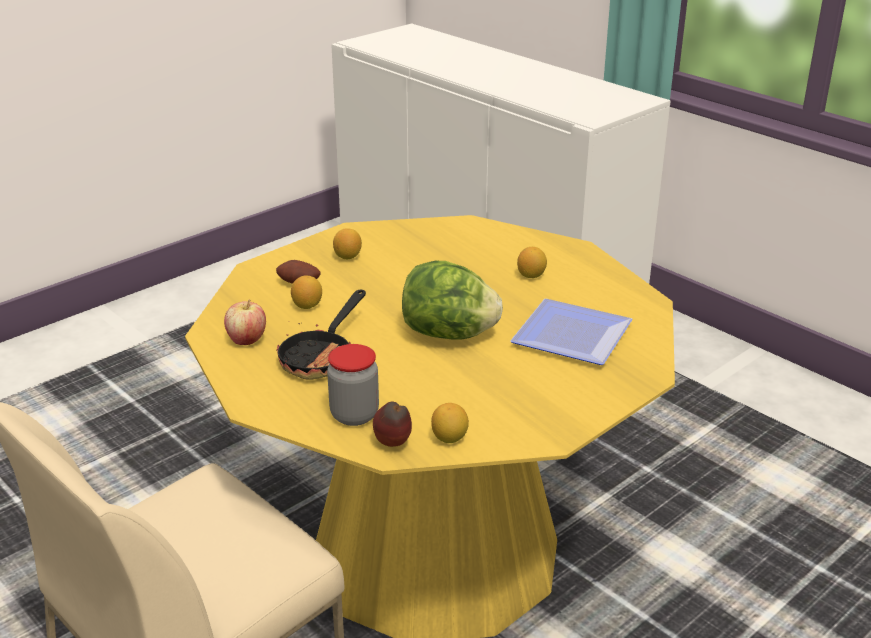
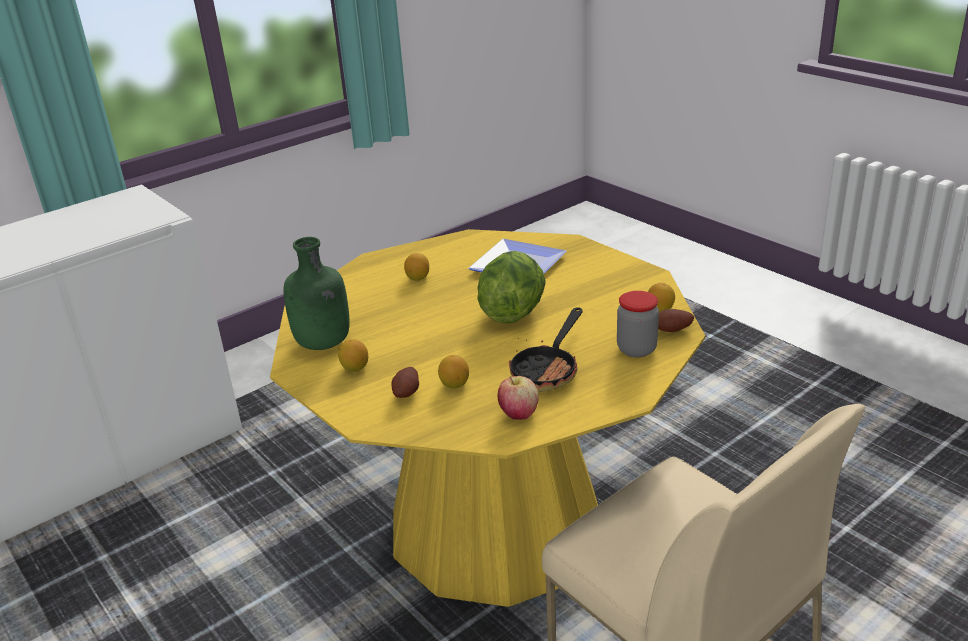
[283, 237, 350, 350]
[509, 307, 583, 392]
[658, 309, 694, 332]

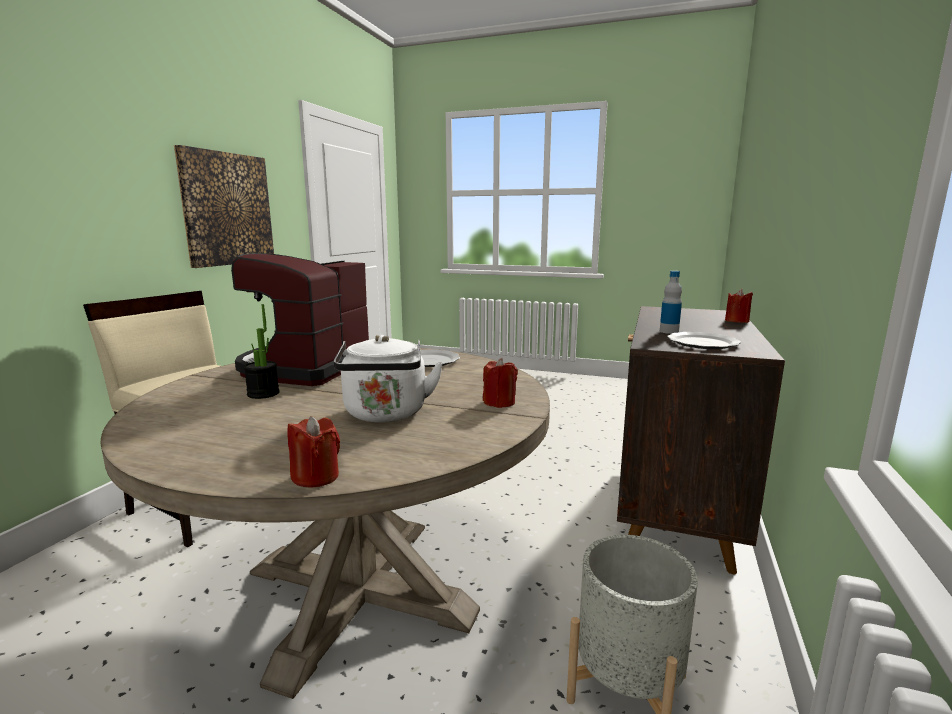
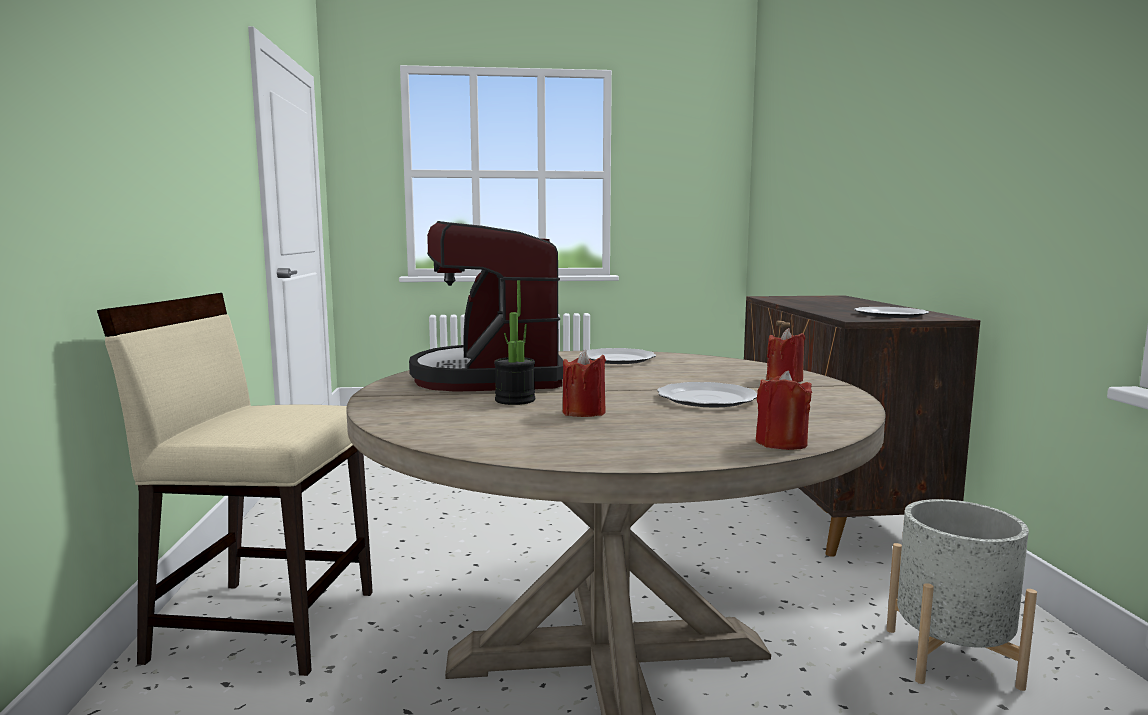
[563, 350, 606, 417]
[657, 382, 757, 408]
[174, 145, 274, 268] (first image)
[660, 271, 682, 334] (first image)

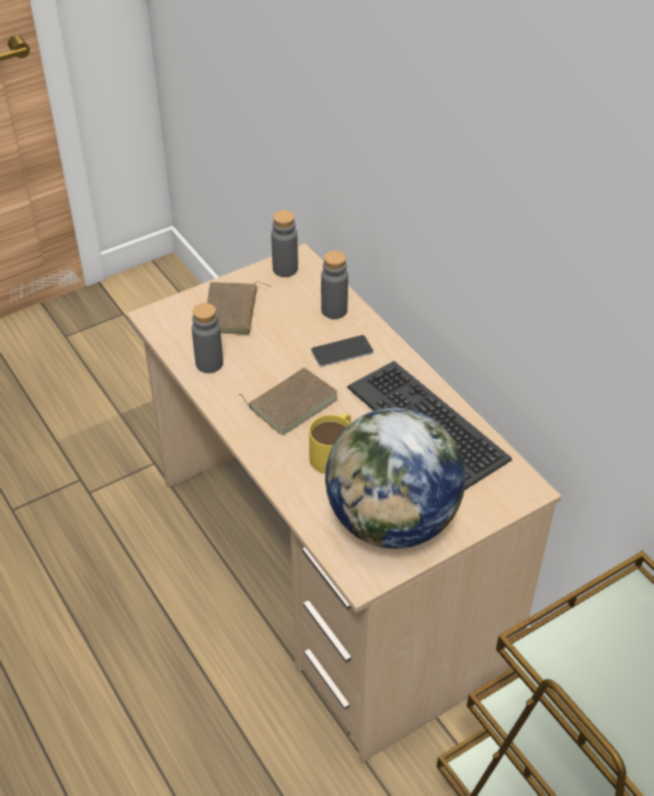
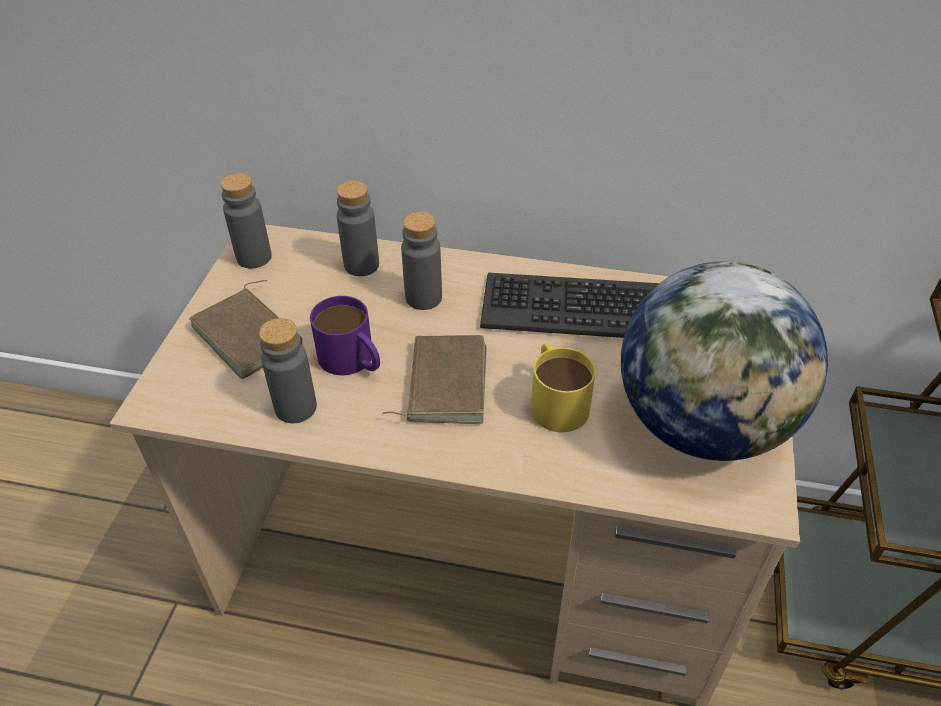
[310, 296, 380, 375]
[401, 212, 442, 310]

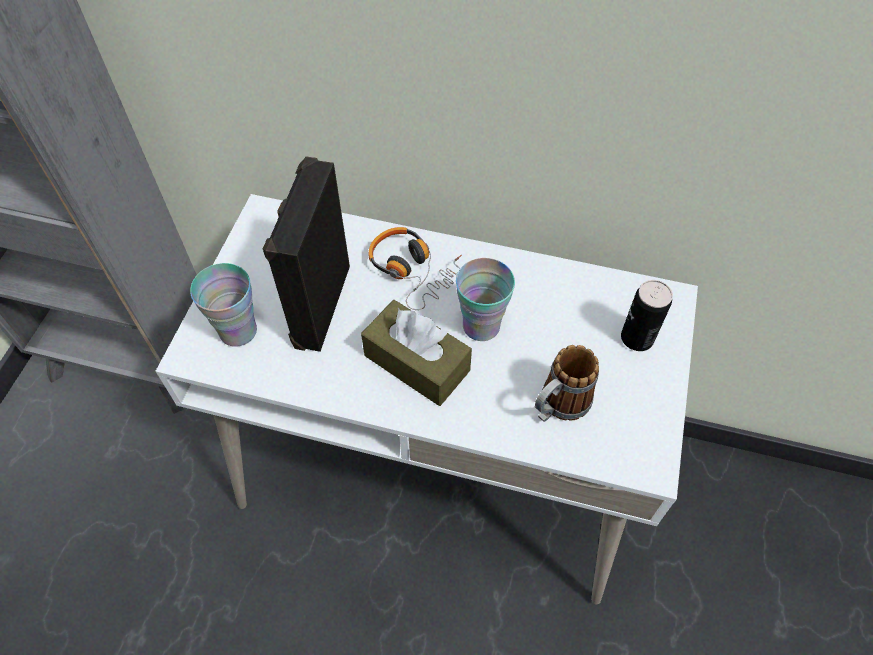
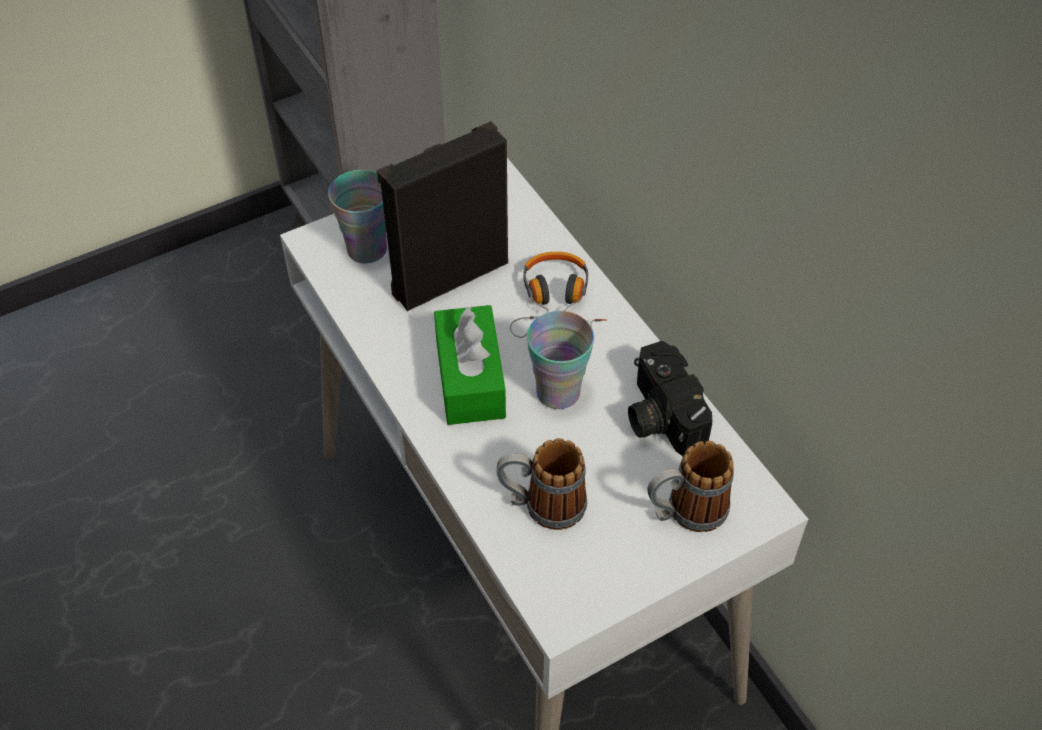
[434, 305, 506, 425]
[628, 341, 712, 456]
[647, 441, 734, 532]

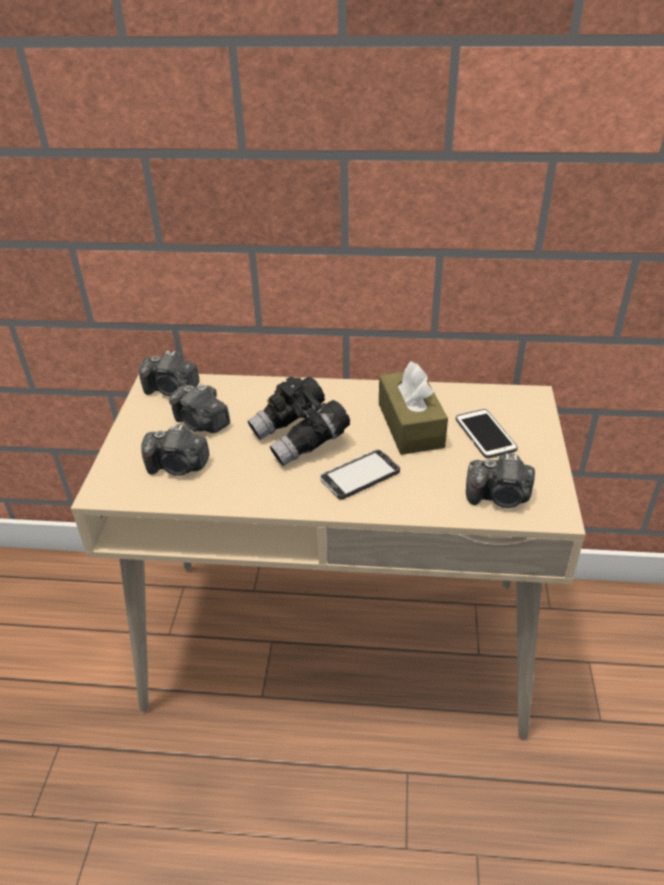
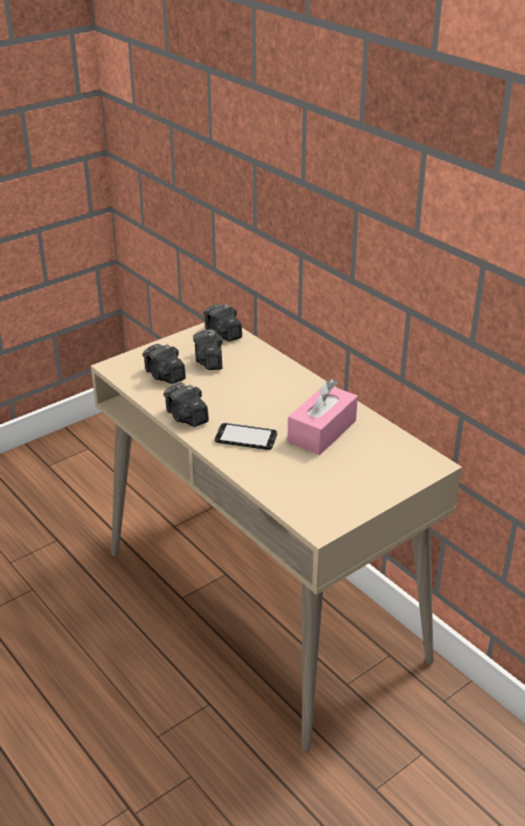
[164, 383, 209, 427]
[287, 379, 358, 455]
[247, 377, 350, 466] (first image)
[456, 409, 518, 458] (first image)

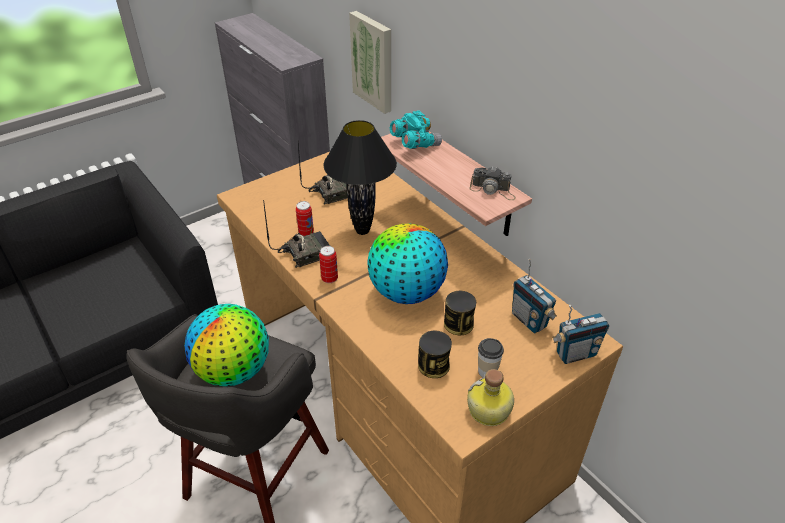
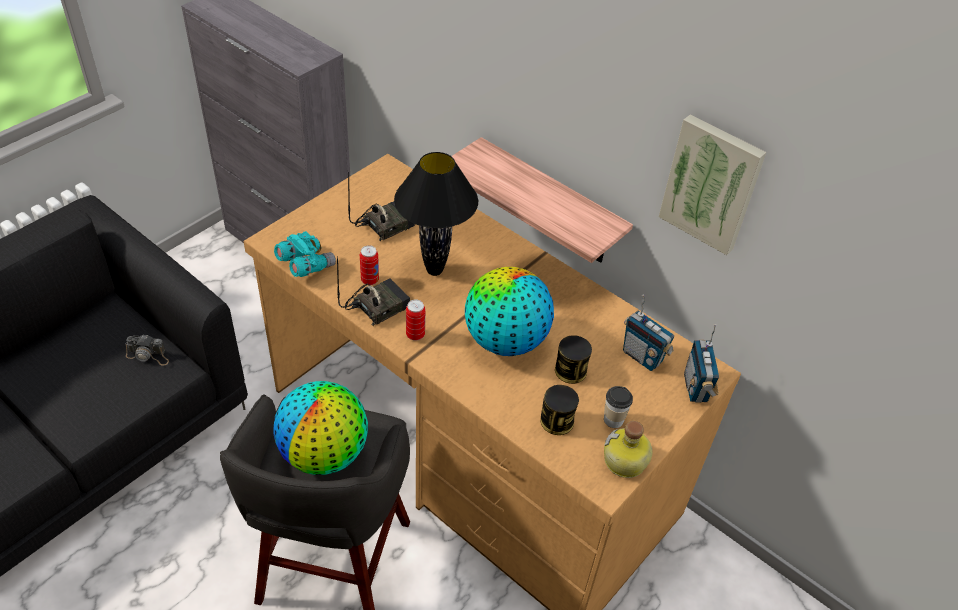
[126, 334, 169, 366]
[274, 231, 336, 277]
[659, 114, 766, 255]
[684, 324, 719, 403]

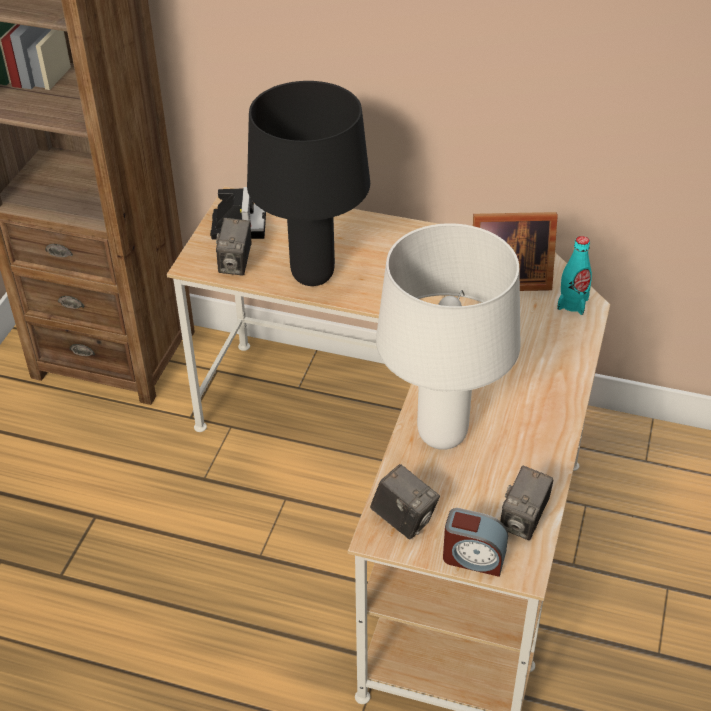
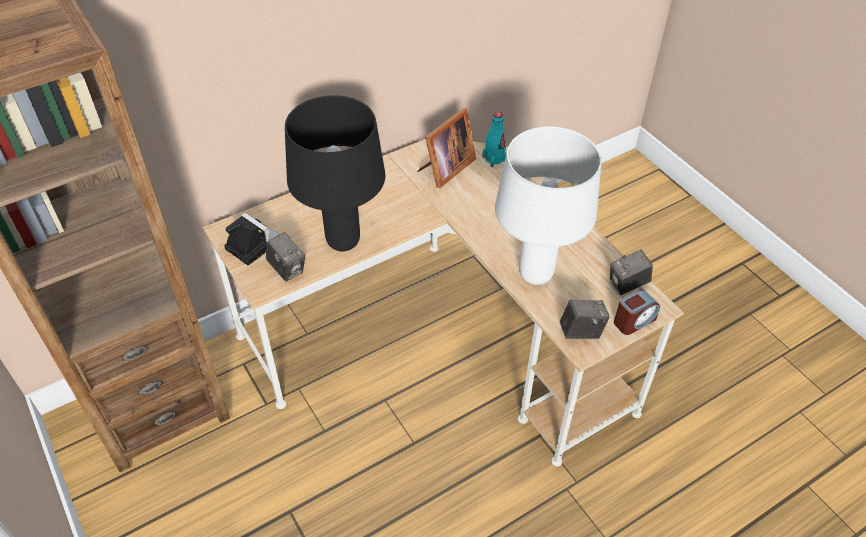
[610, 250, 653, 295]

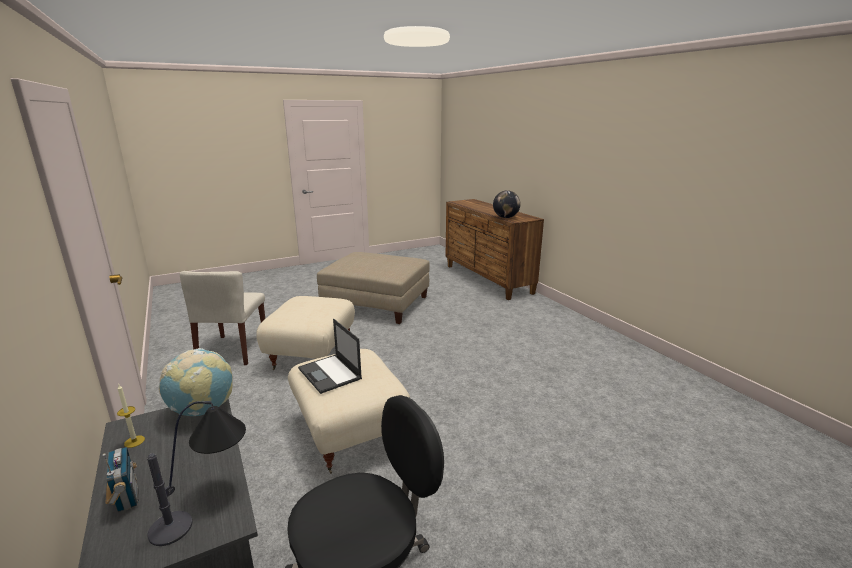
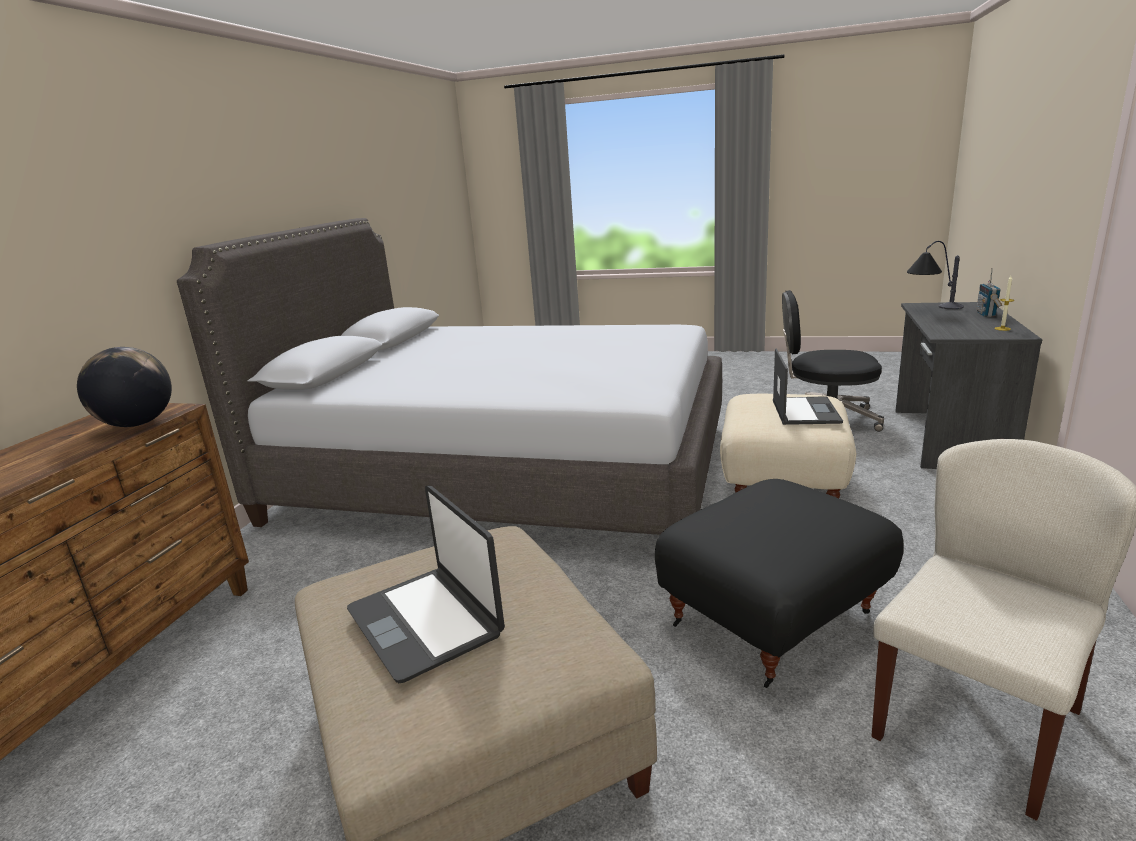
[177, 218, 722, 535]
[347, 486, 505, 683]
[655, 479, 904, 688]
[159, 348, 233, 416] (first image)

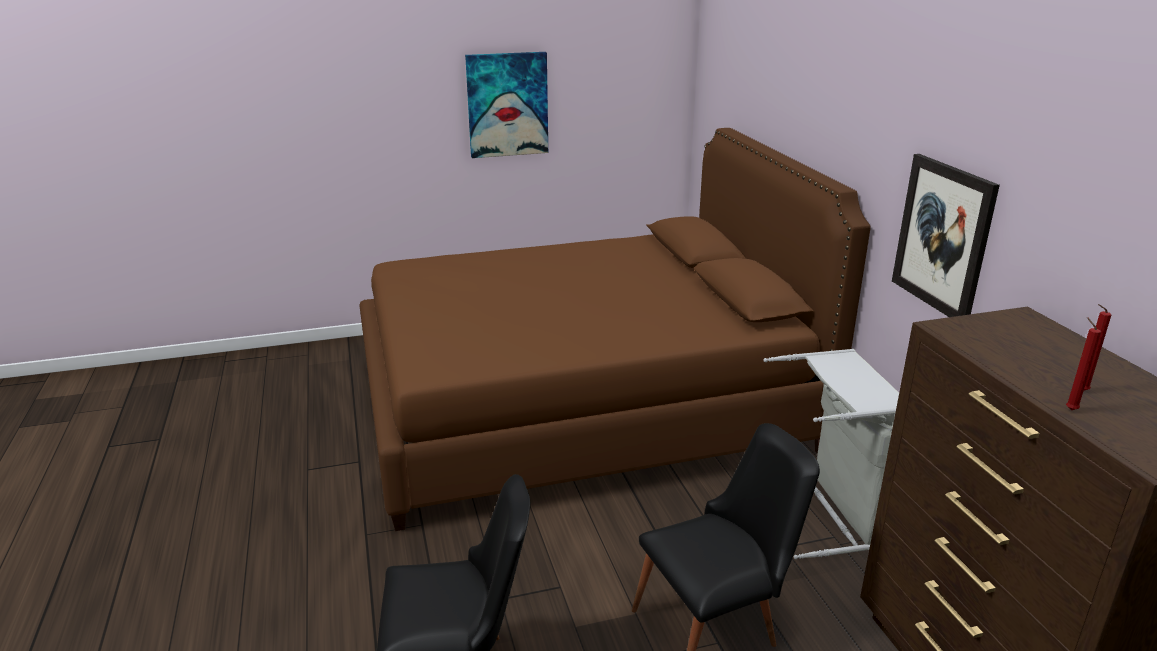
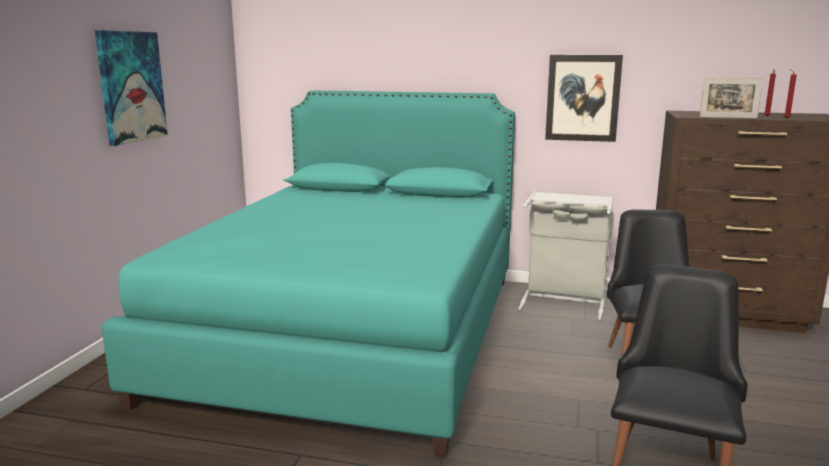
[102, 90, 515, 458]
[699, 78, 763, 118]

